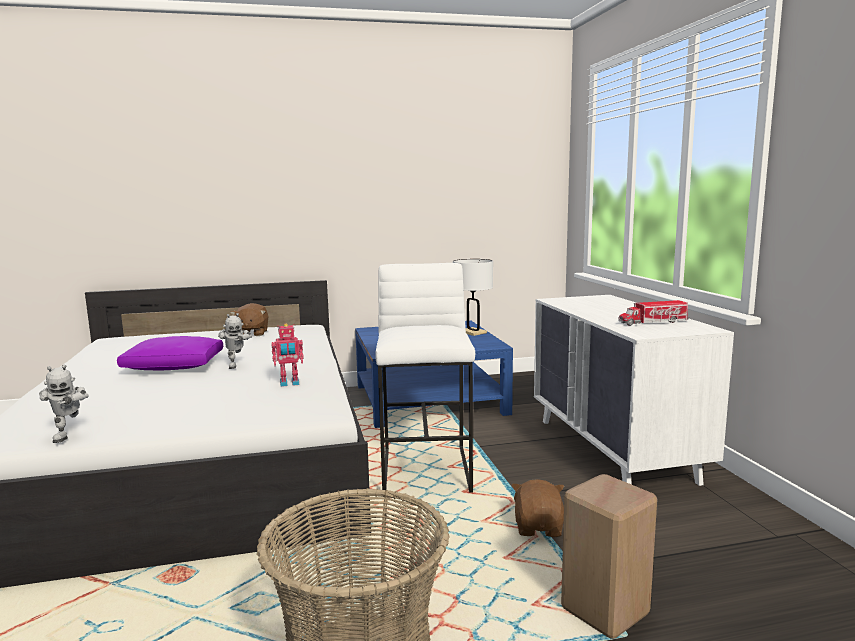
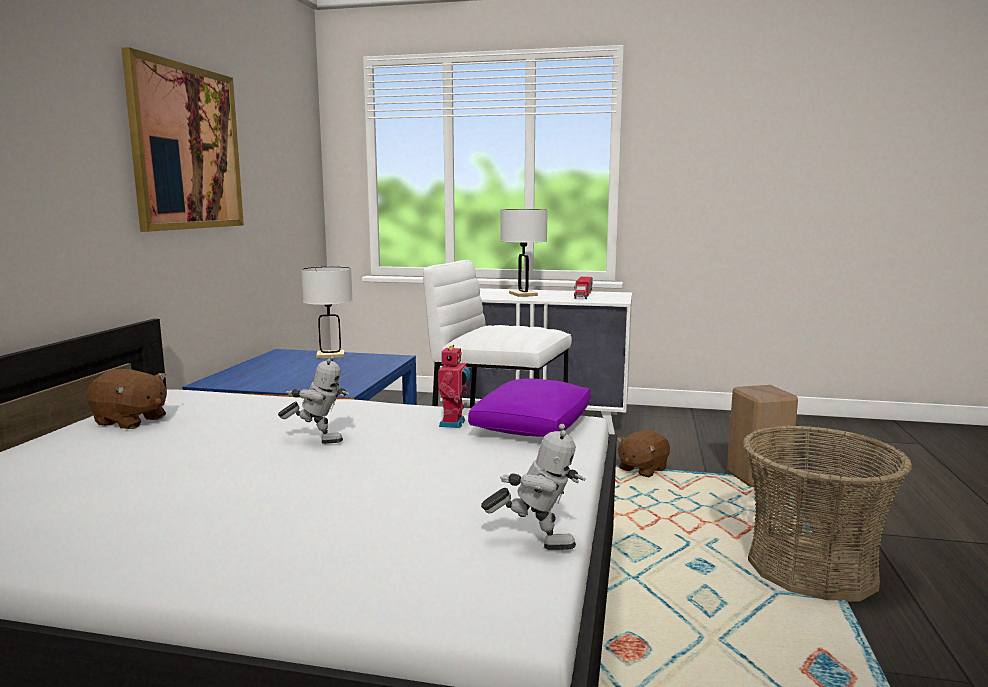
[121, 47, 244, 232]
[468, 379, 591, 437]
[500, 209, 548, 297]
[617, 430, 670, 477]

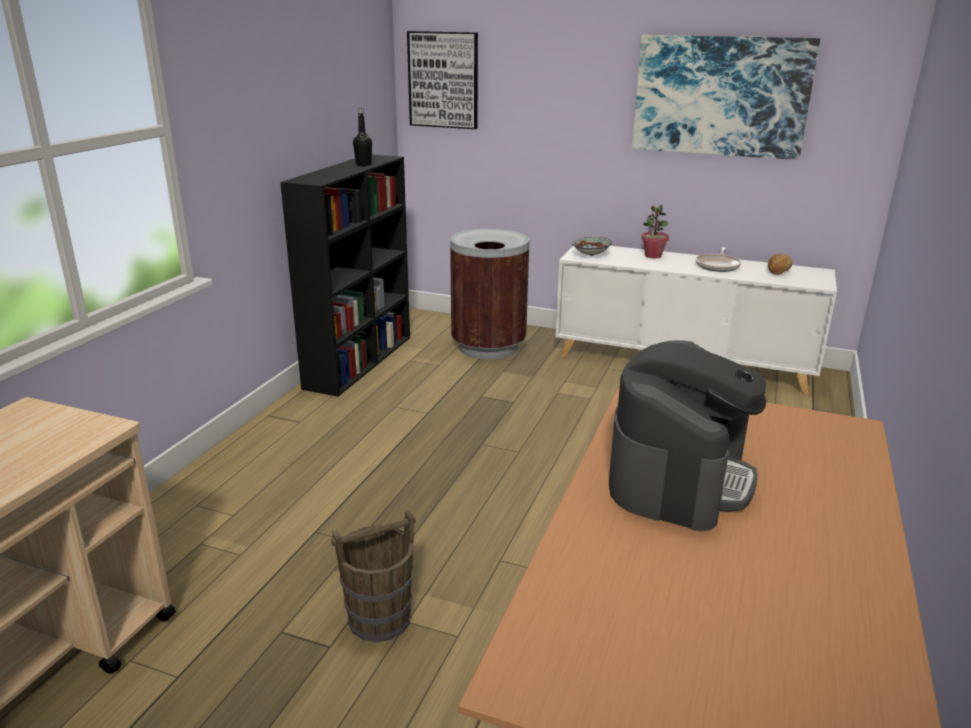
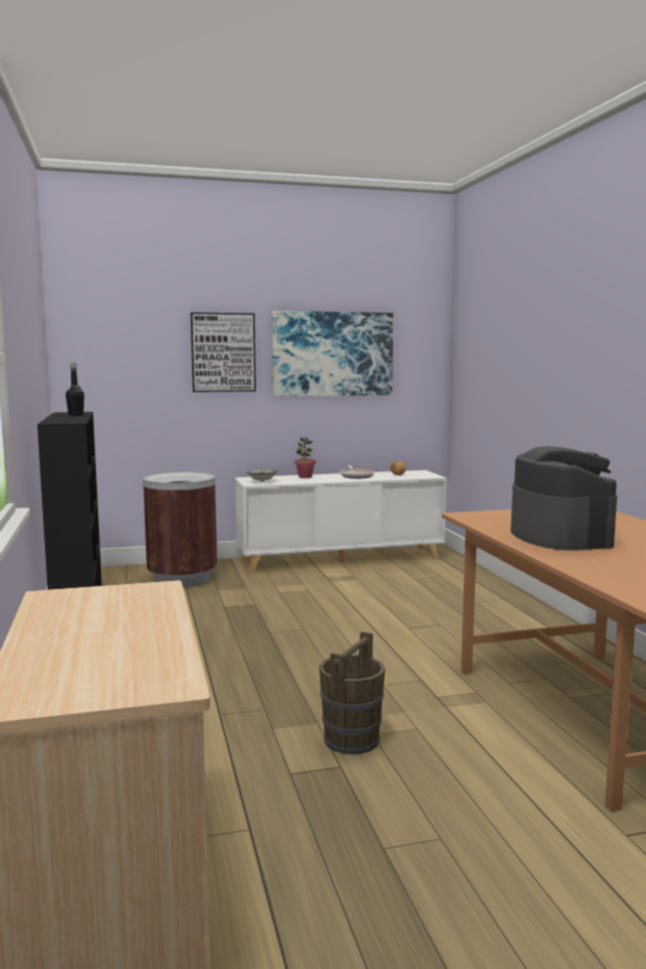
[191, 312, 256, 392]

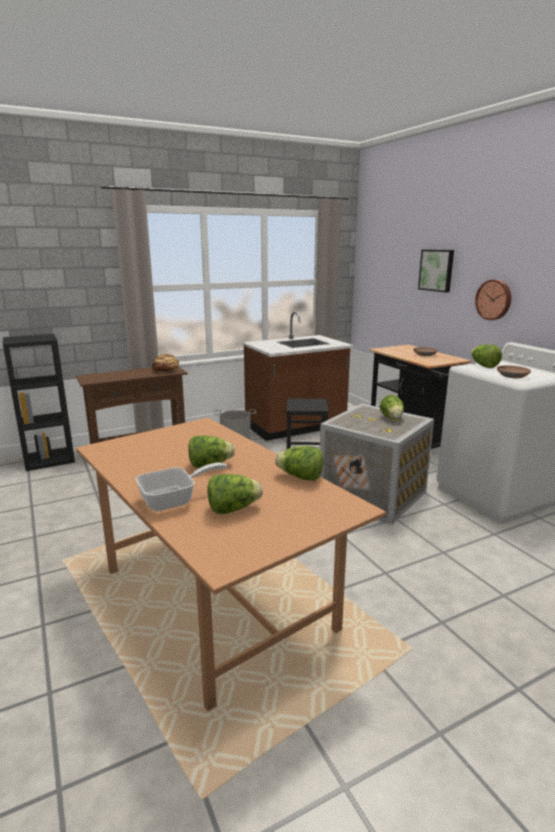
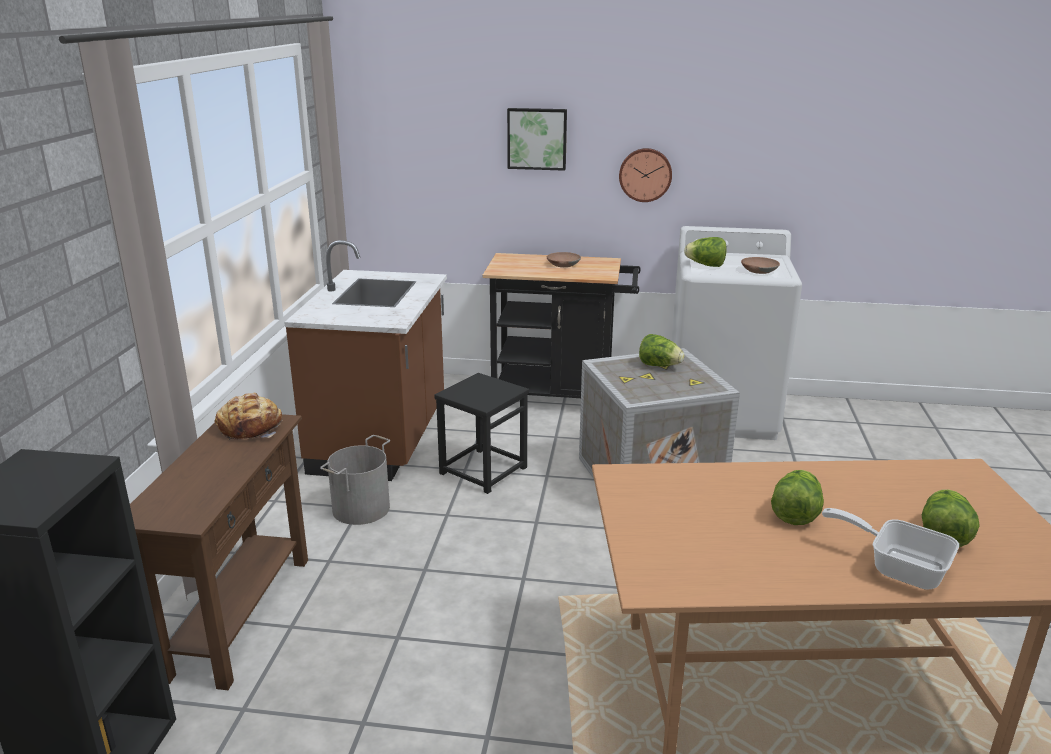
[822, 508, 959, 589]
[275, 446, 323, 481] (first image)

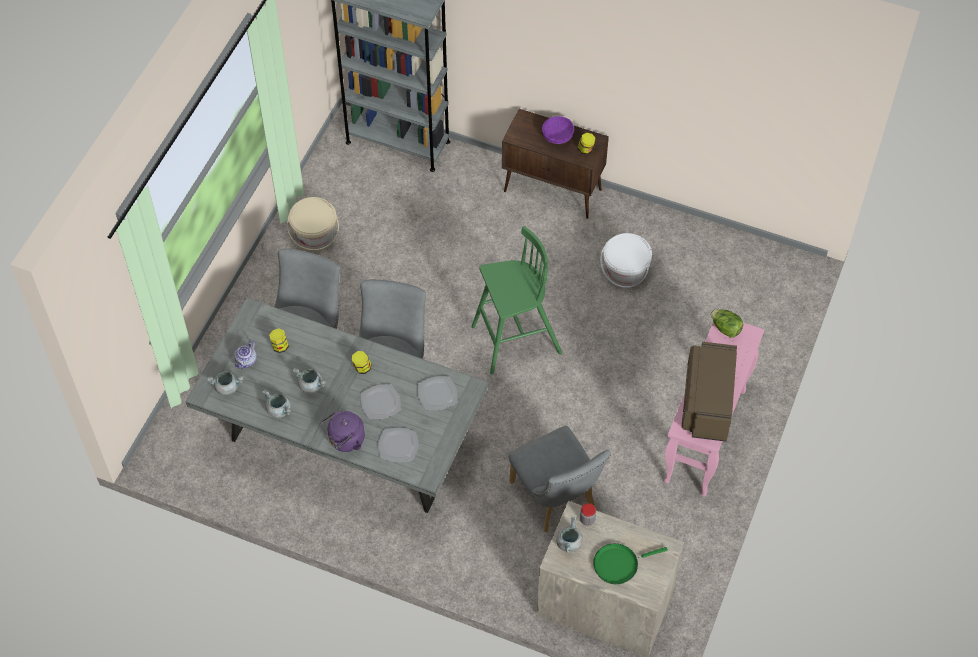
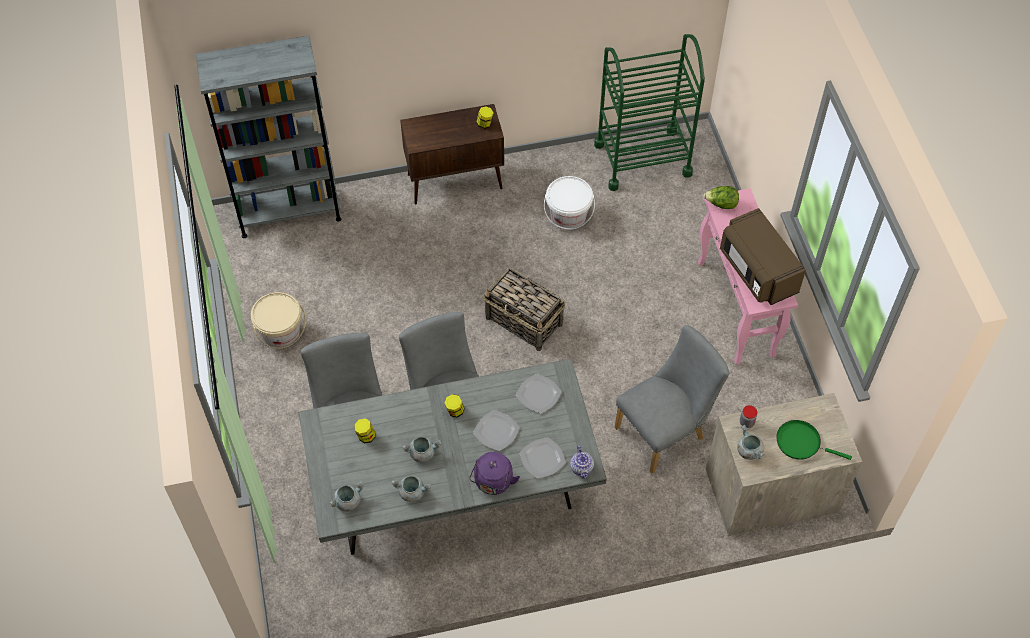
[483, 267, 565, 351]
[570, 445, 594, 479]
[594, 34, 705, 191]
[614, 325, 729, 474]
[776, 420, 852, 460]
[542, 116, 574, 144] (first image)

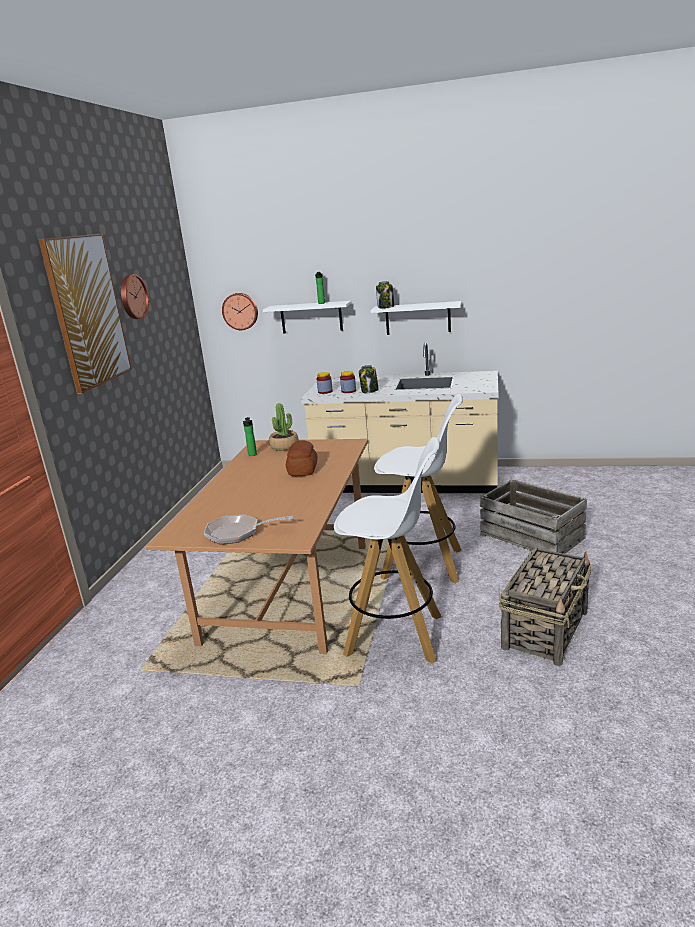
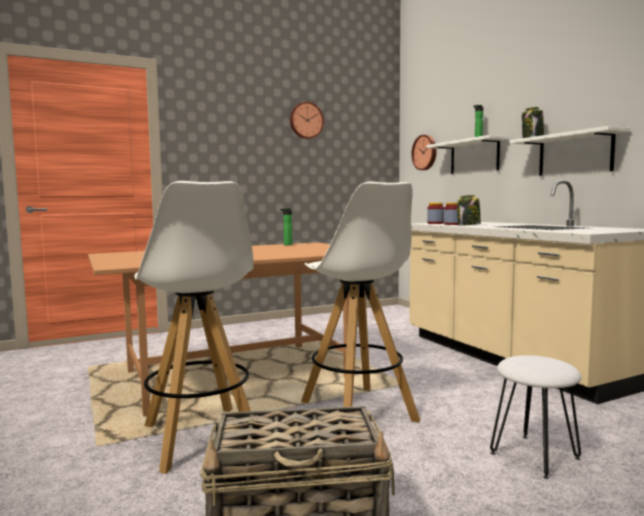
[490, 355, 581, 479]
[38, 234, 132, 394] (first image)
[204, 514, 293, 544] (first image)
[269, 403, 299, 451] (first image)
[286, 441, 317, 476] (first image)

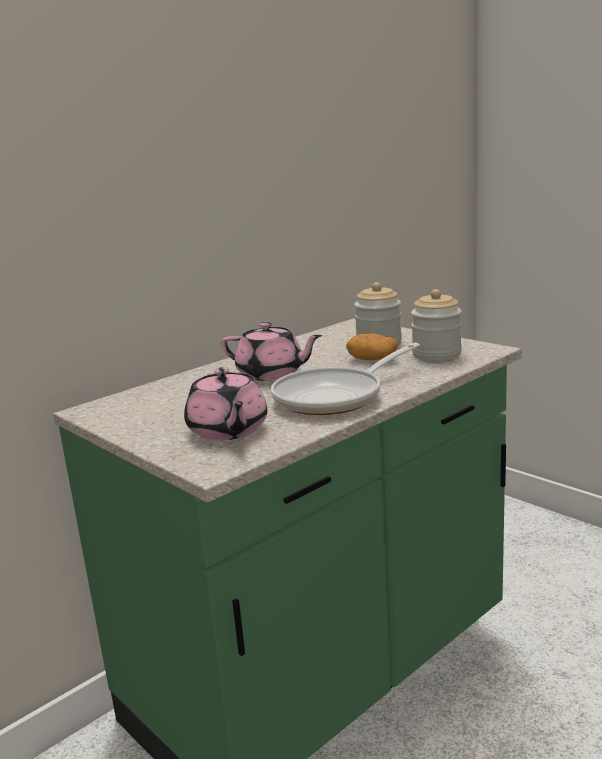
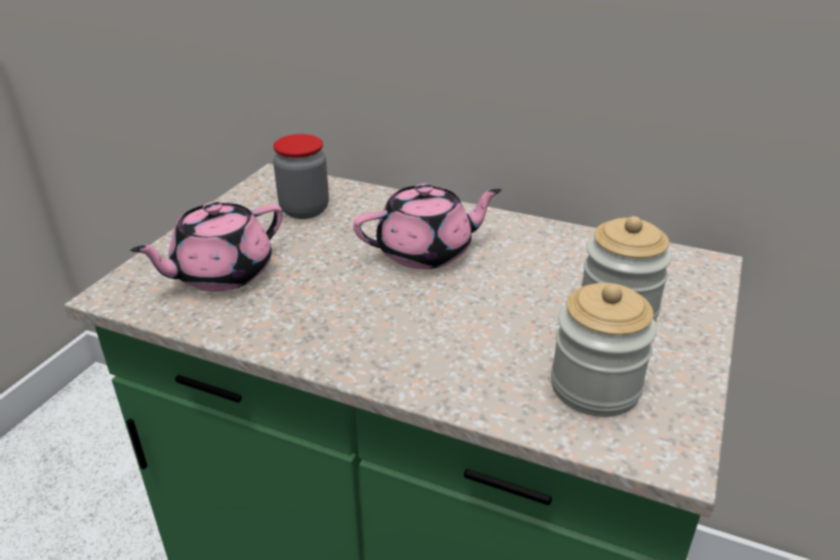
[273, 134, 329, 219]
[353, 183, 502, 269]
[271, 343, 420, 415] (first image)
[346, 334, 398, 360] (first image)

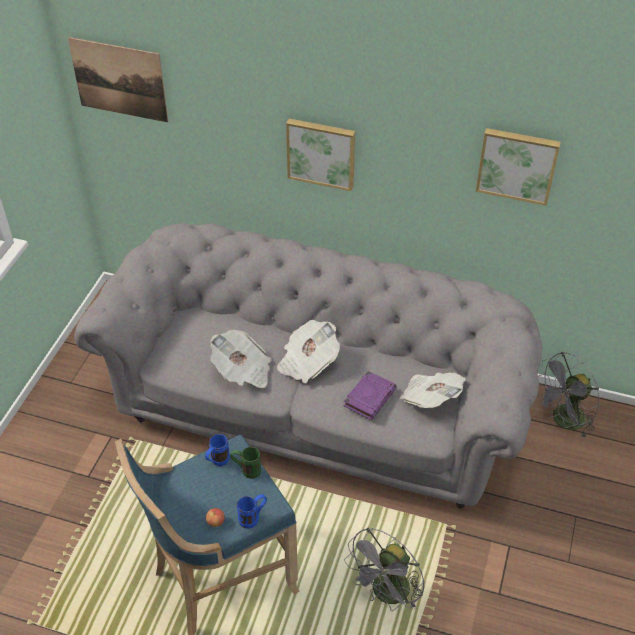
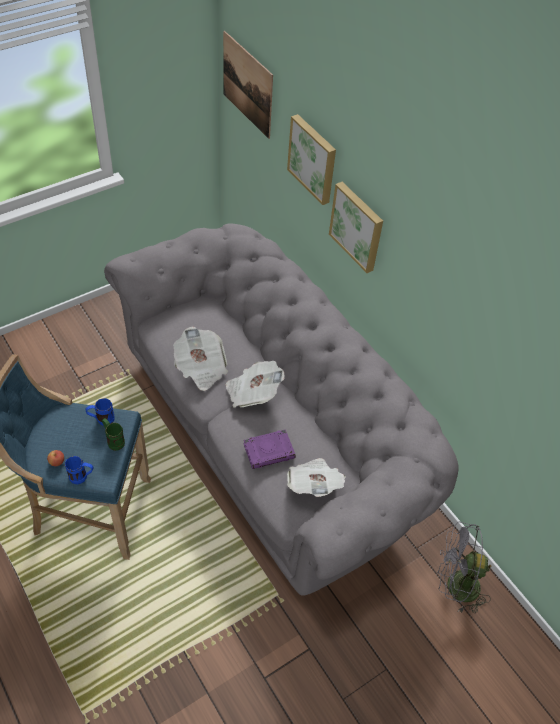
[287, 114, 336, 205]
[344, 527, 425, 611] (first image)

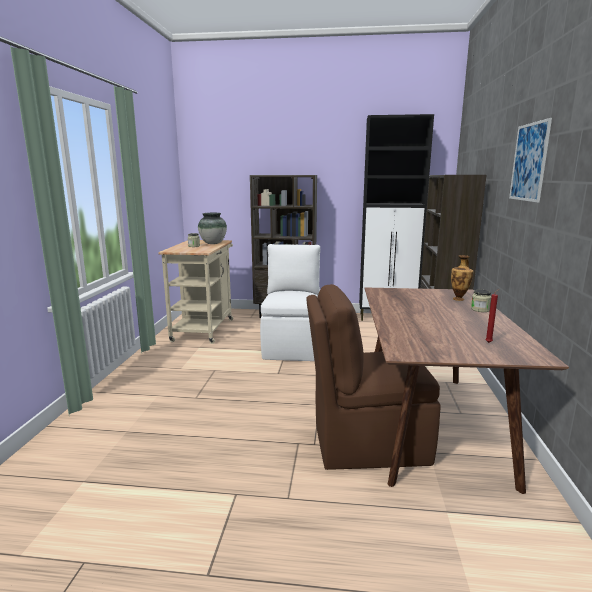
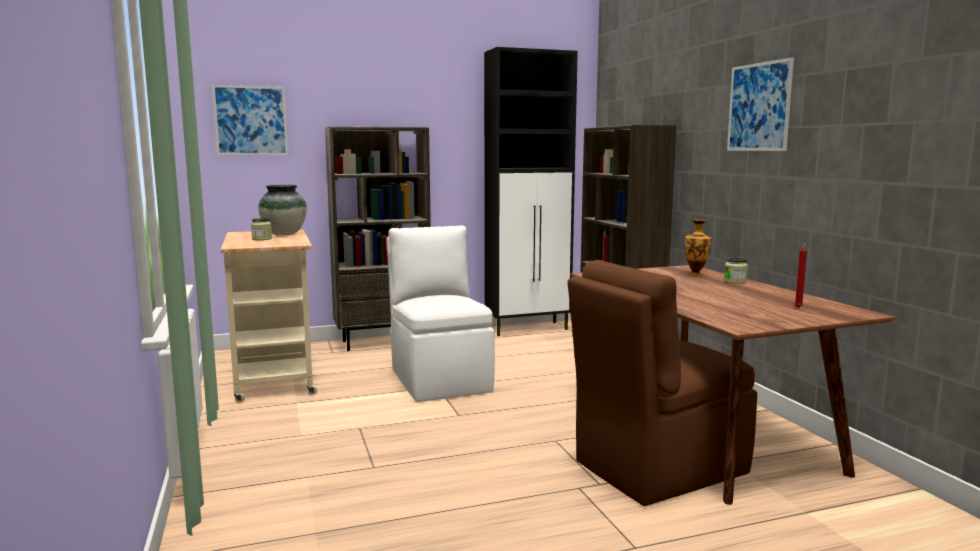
[212, 85, 288, 155]

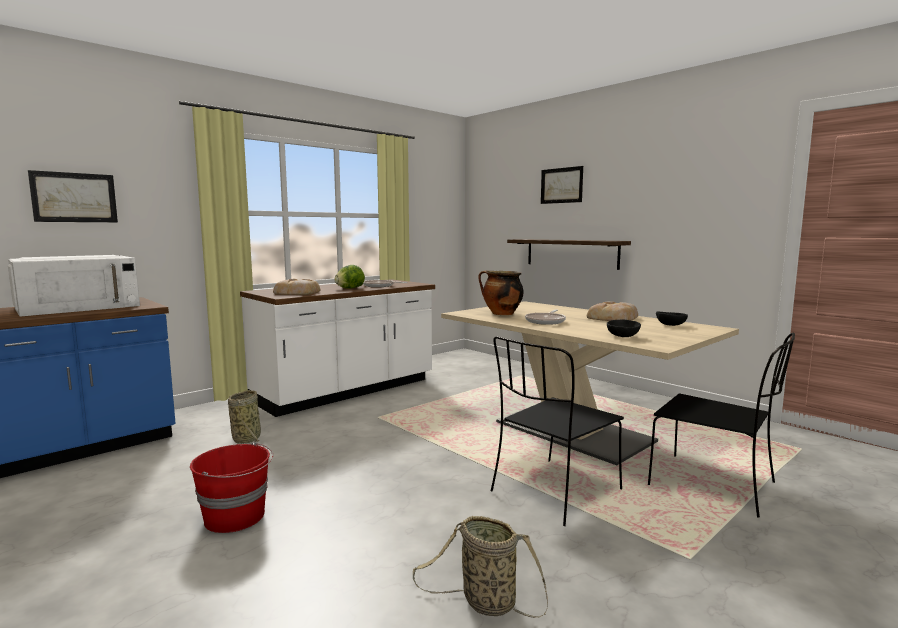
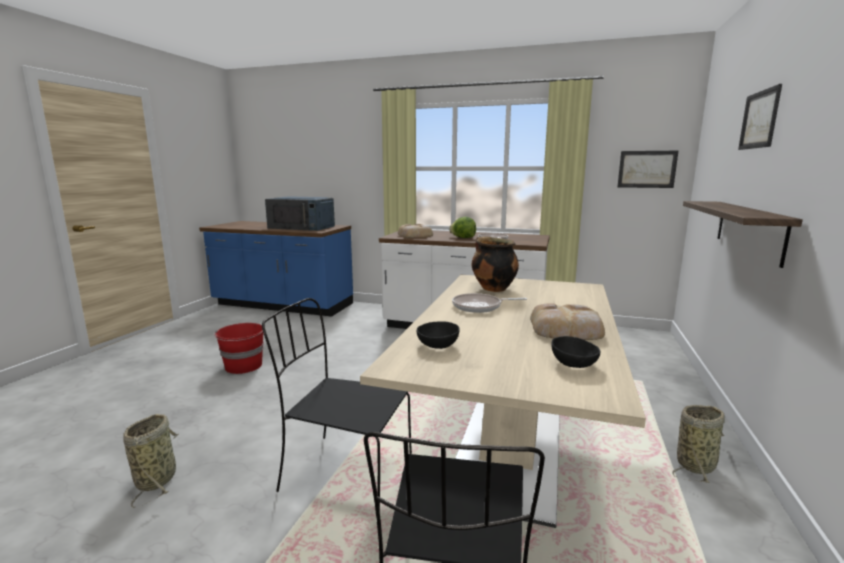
[265, 196, 335, 231]
[617, 151, 678, 188]
[672, 405, 725, 483]

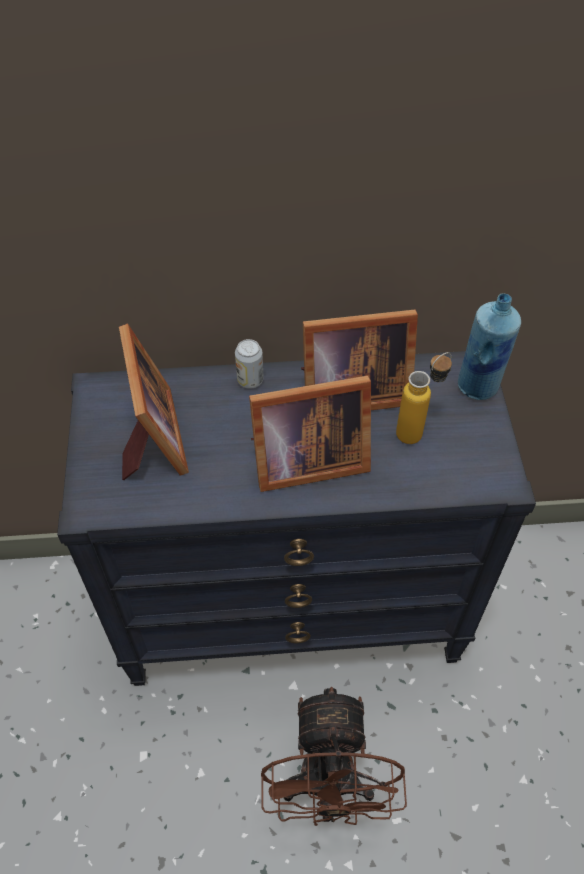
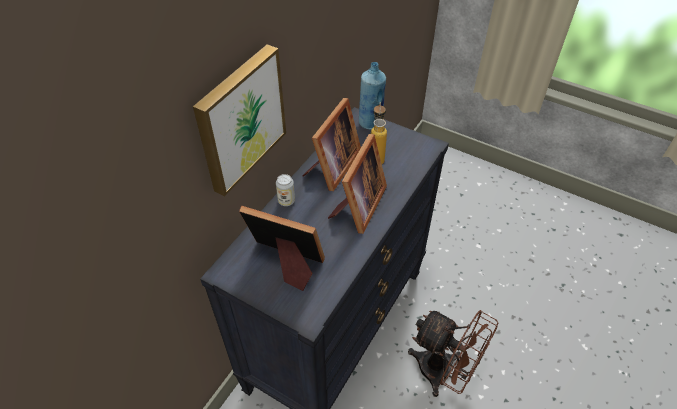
[193, 44, 286, 196]

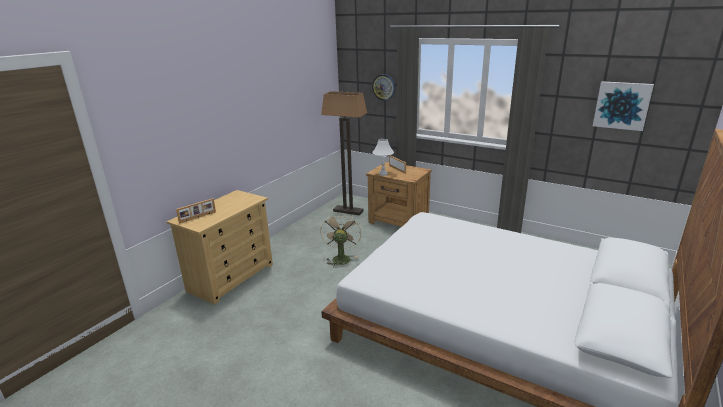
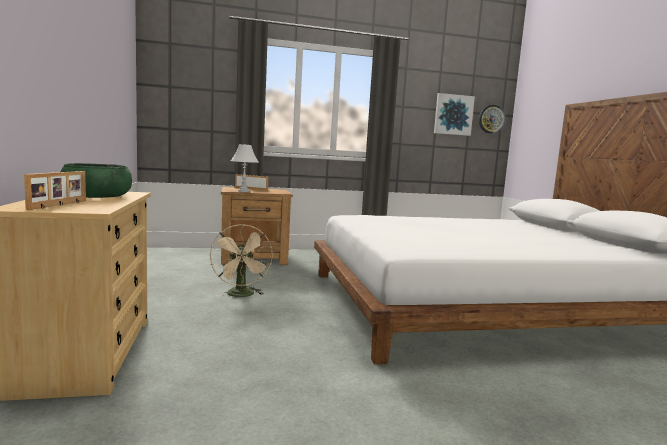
[61, 163, 132, 198]
[210, 224, 273, 297]
[479, 105, 505, 134]
[321, 91, 367, 215] (first image)

